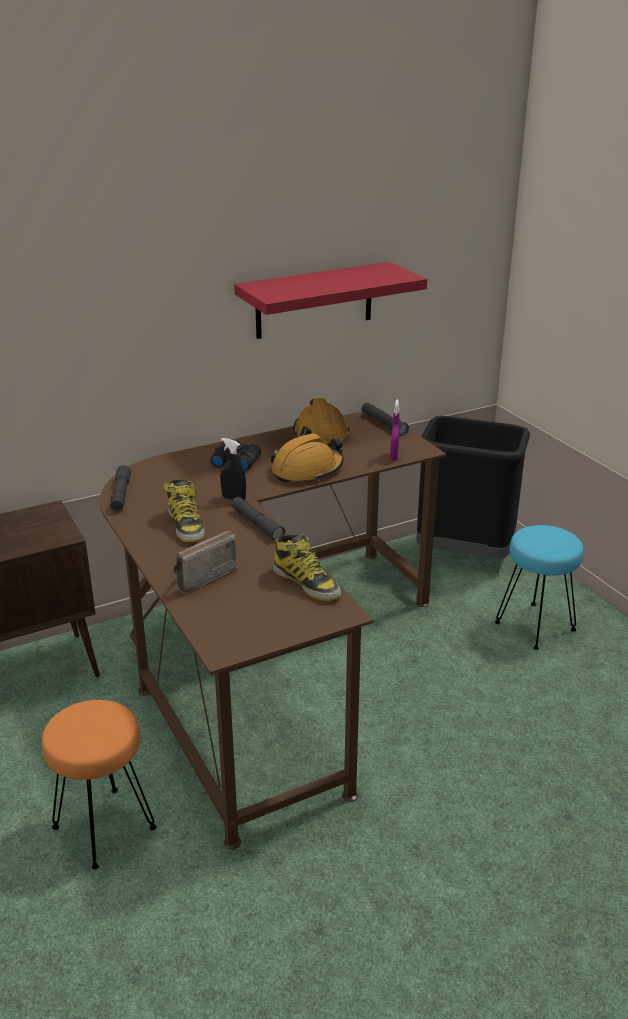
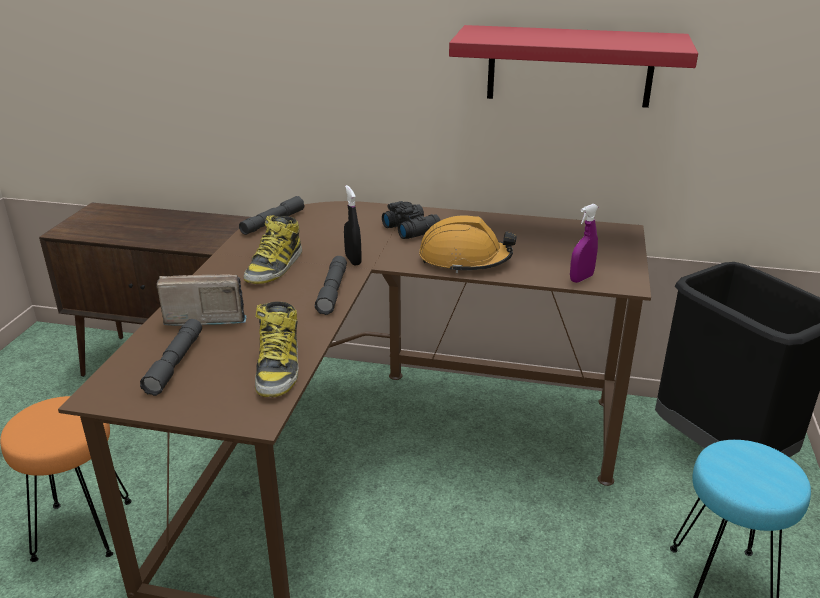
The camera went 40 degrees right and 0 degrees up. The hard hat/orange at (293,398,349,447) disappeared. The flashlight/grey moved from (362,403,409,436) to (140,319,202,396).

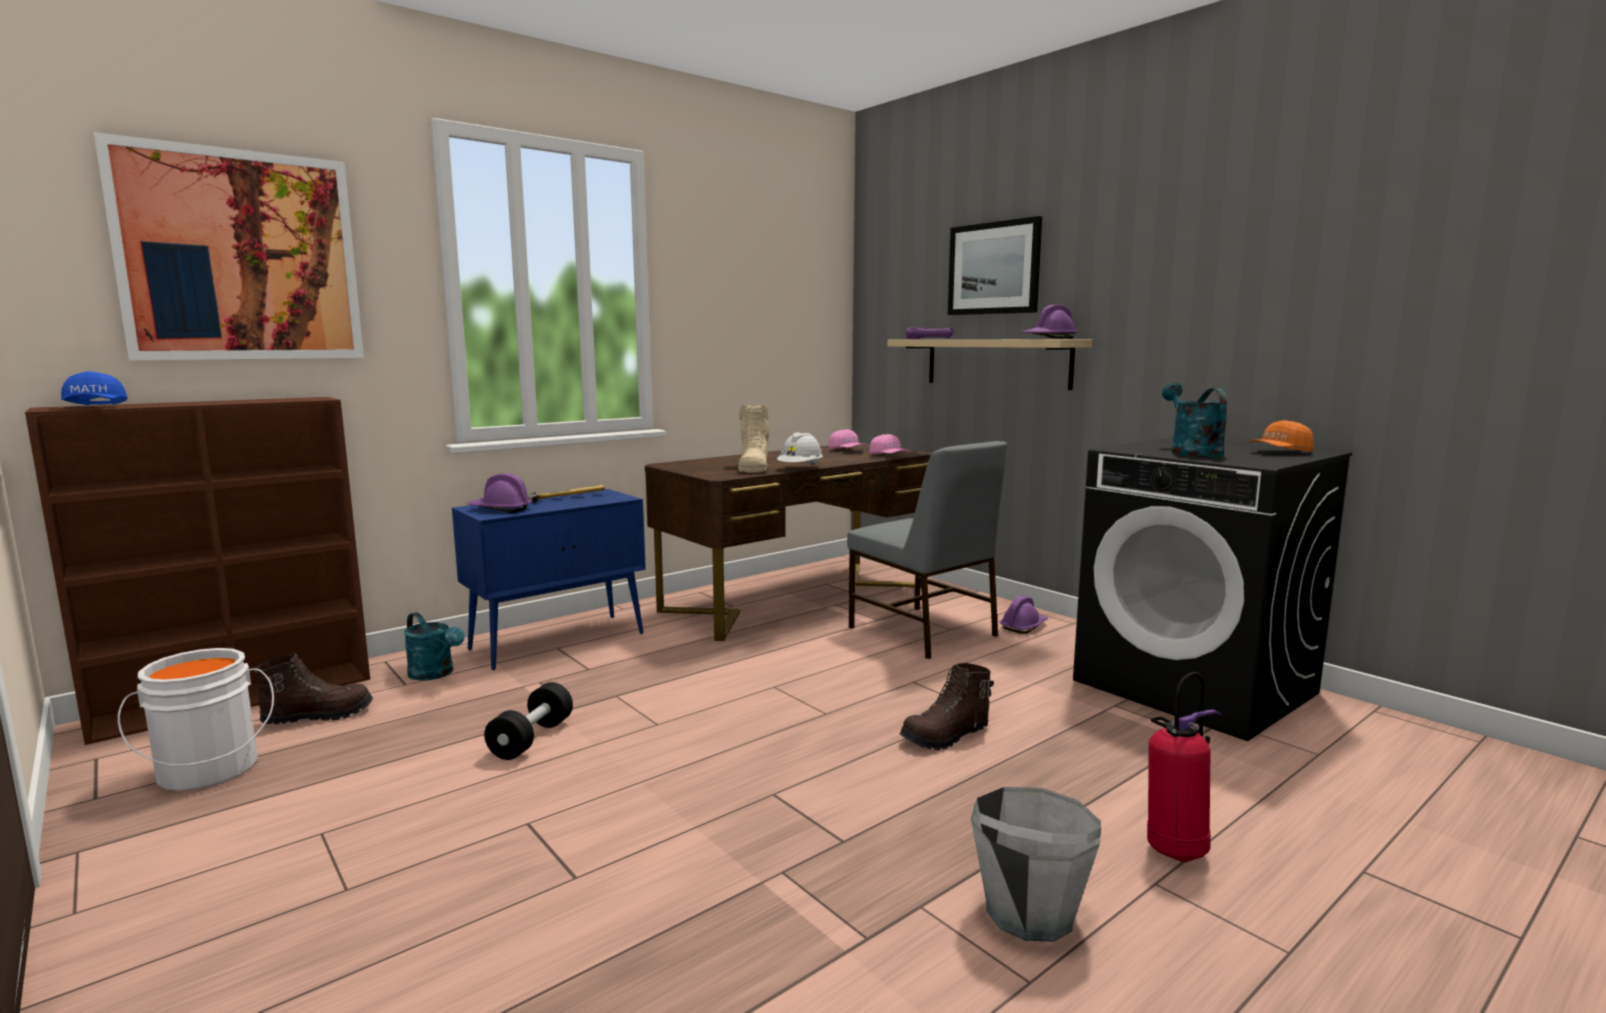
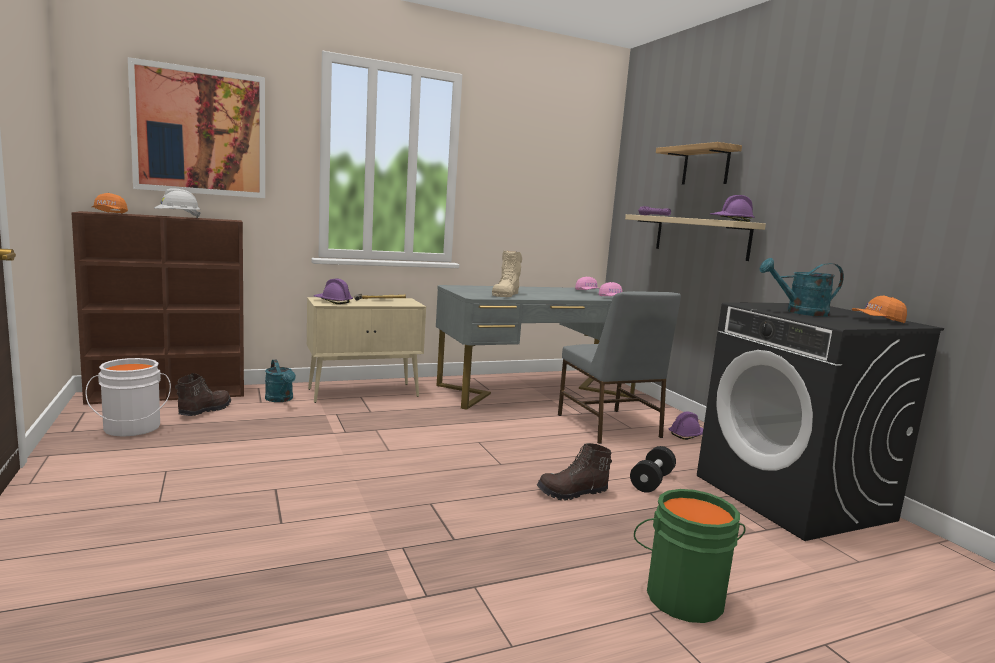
The camera went 15 degrees right and 0 degrees up. The cap/blue at (61,371,128,405) became the cap/orange at (92,193,128,213). The boot/brown at (255,653,373,724) turned 60 degrees counterclockwise. The cabinet/blue at (452,489,646,670) became the cabinet/beige at (307,297,426,403). The dumbbell/black moved from (484,682,573,760) to (630,446,676,493). The desk/brown at (645,443,932,641) became the desk/grey at (436,285,636,410). The hard hat/white moved from (777,432,823,466) to (154,188,201,218). The picture at (948,216,1042,315) was replaced by the shelf at (656,142,742,185). The bucket/grey at (971,787,1101,942) disappeared. The fire extinguisher at (1147,672,1221,862) was replaced by the bucket/green at (634,489,746,623). The watering can/turquoise at (1162,383,1228,457) turned 105 degrees counterclockwise.

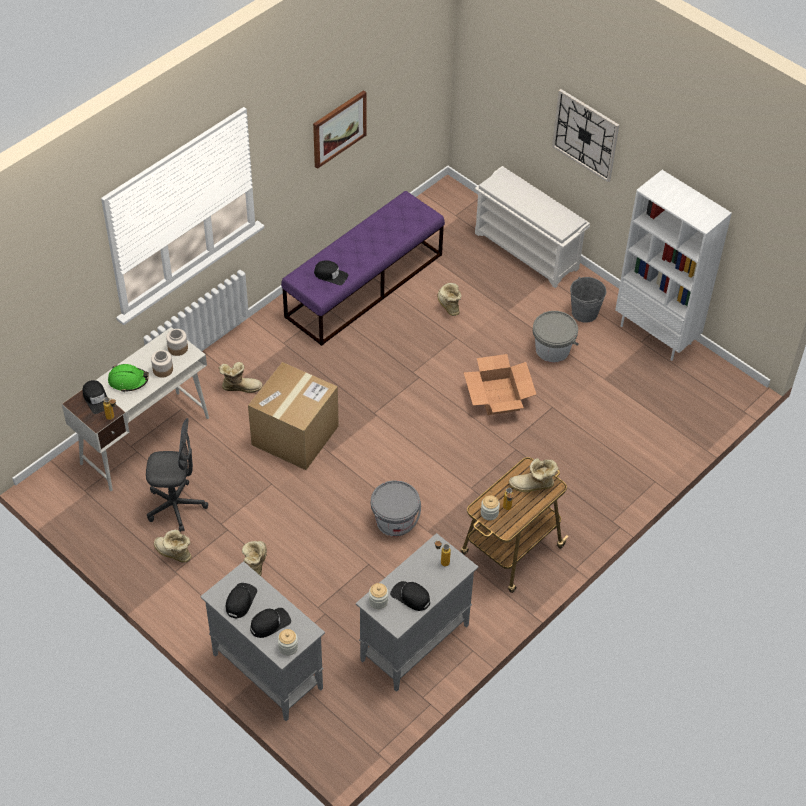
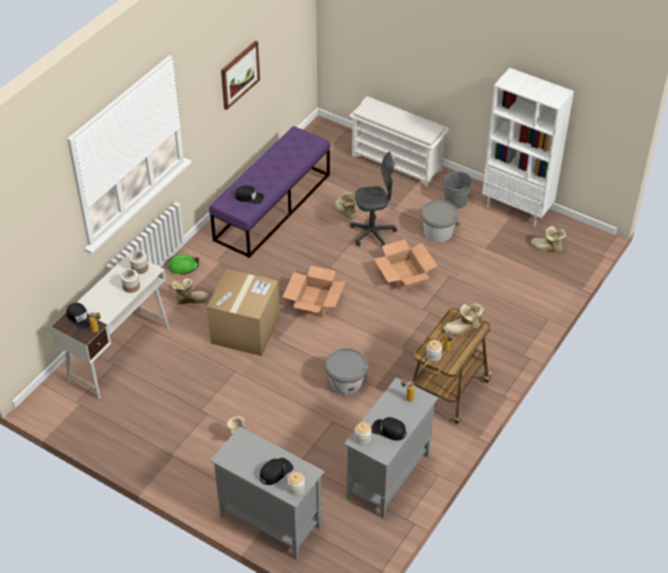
The camera went 10 degrees left and 5 degrees down. The hard hat/green moved from (108,364,149,392) to (168,254,199,275). The office chair/grey moved from (146,418,208,532) to (350,152,397,249). The boot moved from (154,529,192,562) to (531,226,566,252). The cap/black at (226,583,257,618) disappeared. The wall clock at (552,89,619,182) disappeared. The cardboard box at (283,266,346,317) appeared.

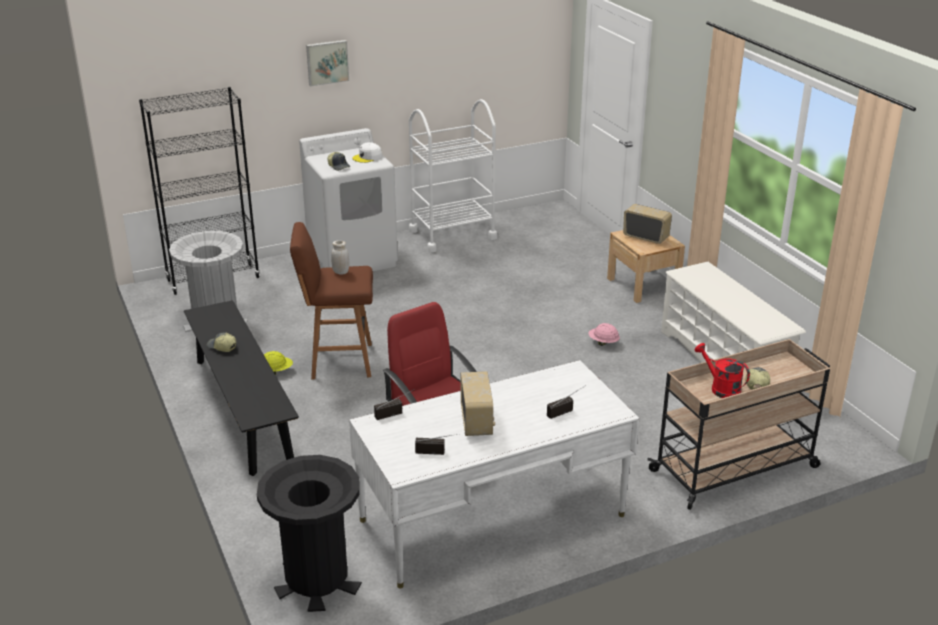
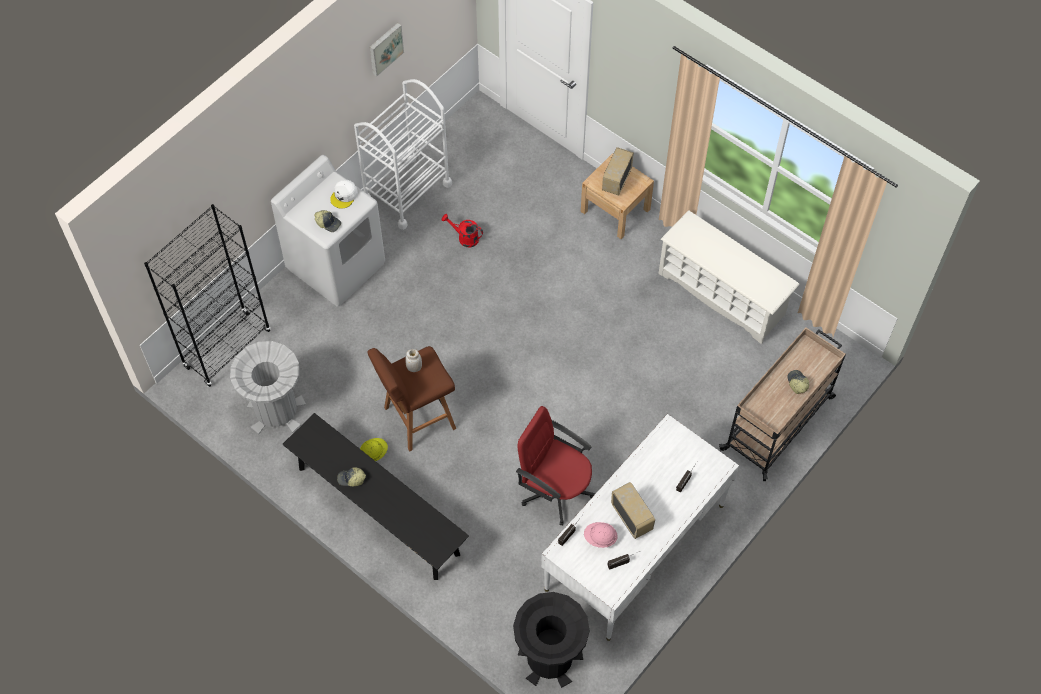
The camera went 25 degrees left and 30 degrees up. The picture moved from (306,40,349,86) to (370,23,404,77). The hard hat/pink moved from (588,323,620,346) to (584,522,618,548). The radio at (623,204,672,244) turned 75 degrees counterclockwise. The watering can/red moved from (695,343,750,398) to (442,214,483,247).

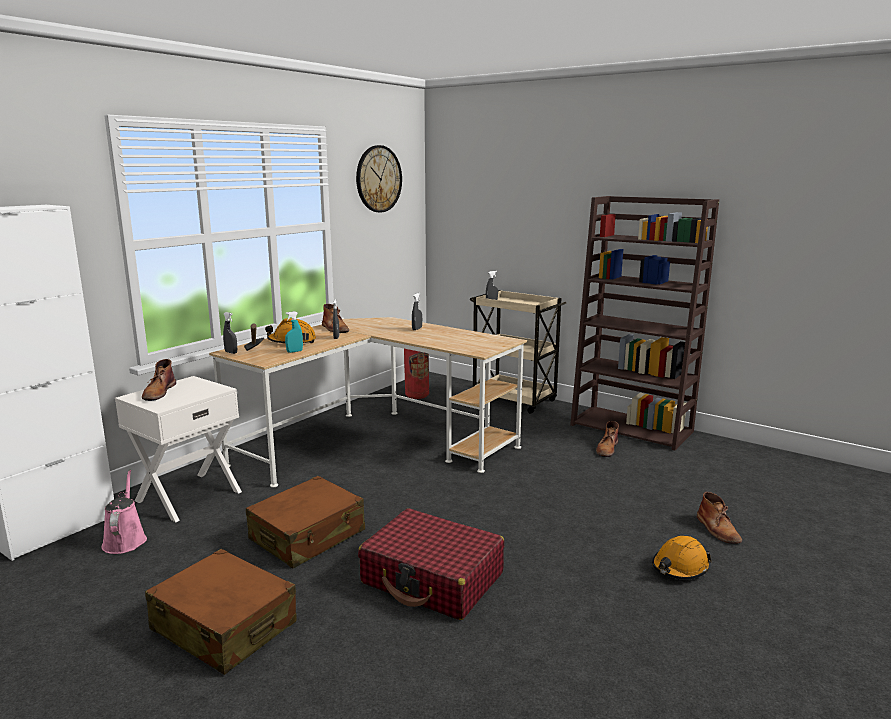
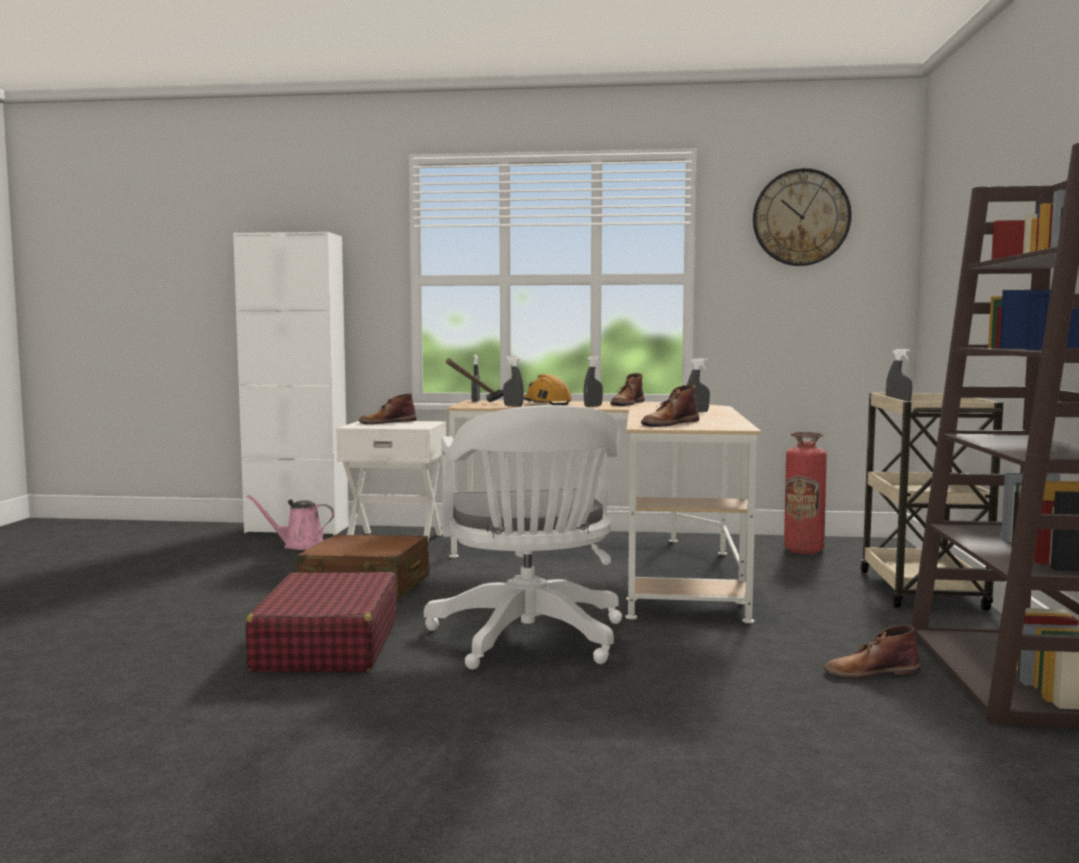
The camera went 60 degrees right and 10 degrees down. The watering can/pink at (102,470,147,554) turned 135 degrees counterclockwise. The suitcase/brown at (145,549,296,675) disappeared. The spray bottle/turquoise at (285,311,303,353) became the spray bottle/grey at (503,356,524,407). The hard hat/orange at (652,536,711,579) disappeared. The boot/brown moved from (697,492,742,544) to (641,385,699,427). The office chair/white at (424,405,622,670) appeared.

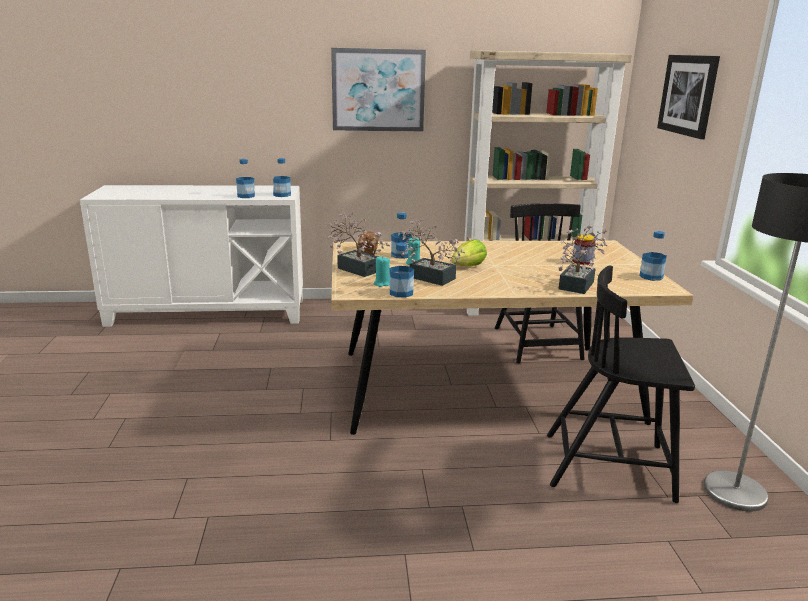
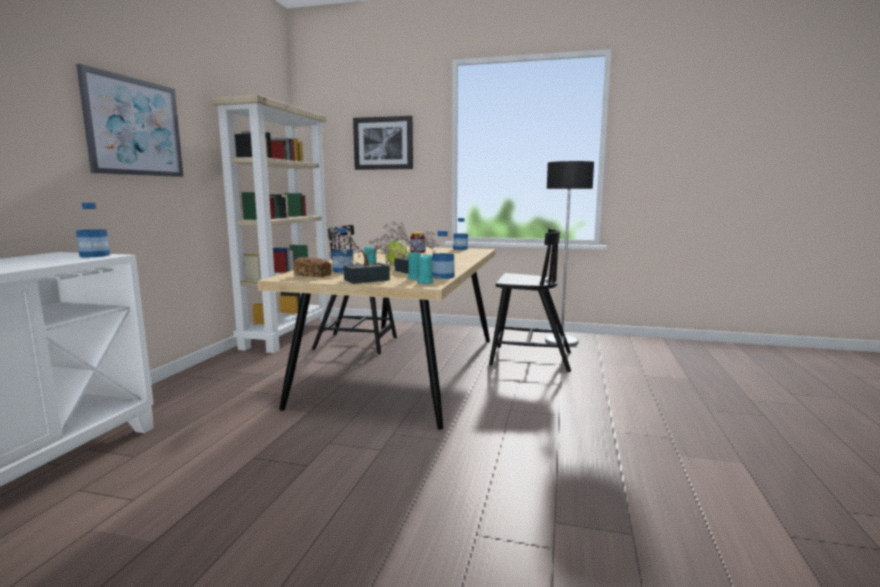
The camera went 70 degrees left and 10 degrees down. The bottle at (236,159,255,198) disappeared. The chair/black at (547,265,695,503) turned 105 degrees counterclockwise. The potted plant at (559,225,607,294) disappeared. The candle/turquoise at (417,253,434,284) appeared.

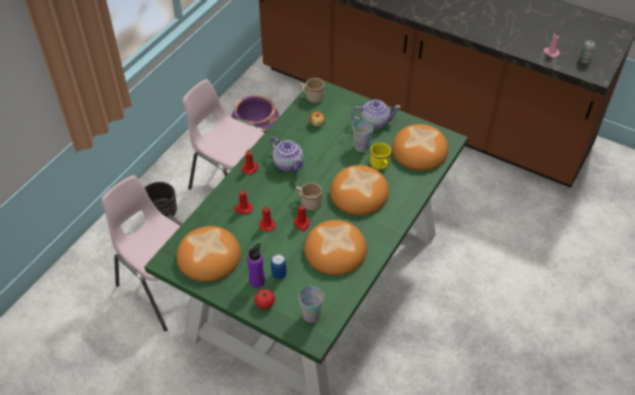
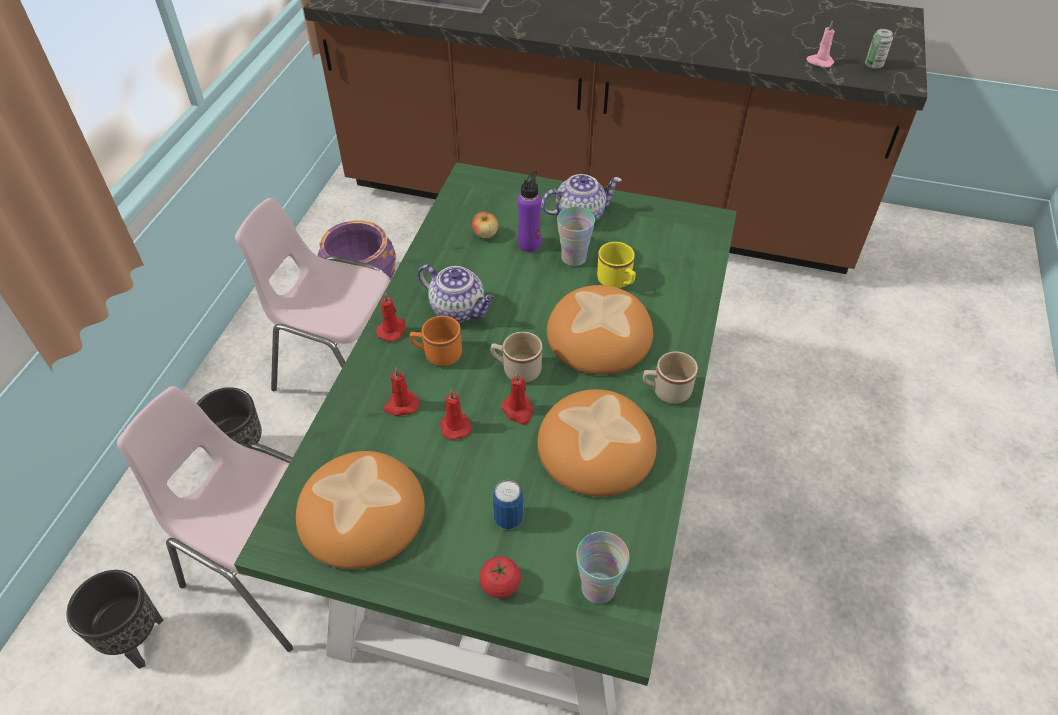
The camera went 15 degrees left and 0 degrees up. The bottle/purple moved from (247,243,265,288) to (518,171,541,252). The mug/beige moved from (300,78,324,103) to (643,351,698,404). The bread at (392,124,448,171) disappeared. The planter/black at (66,570,164,669) appeared. The mug/orange at (410,316,462,366) appeared.

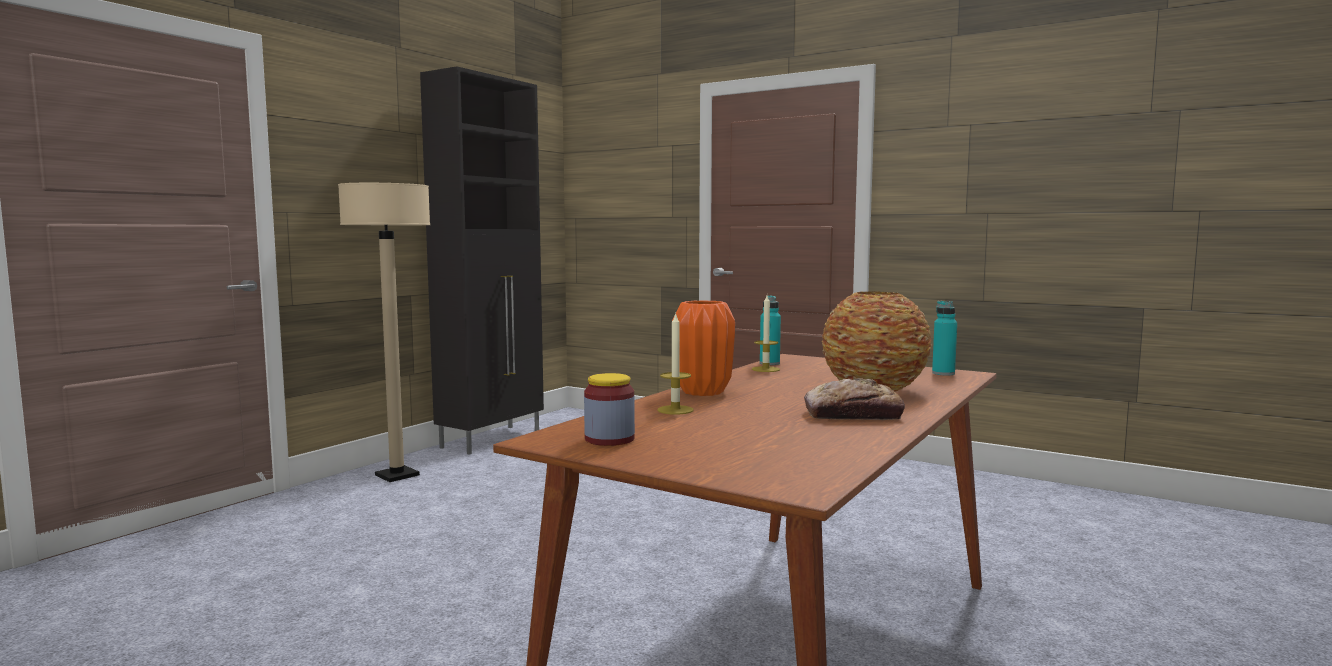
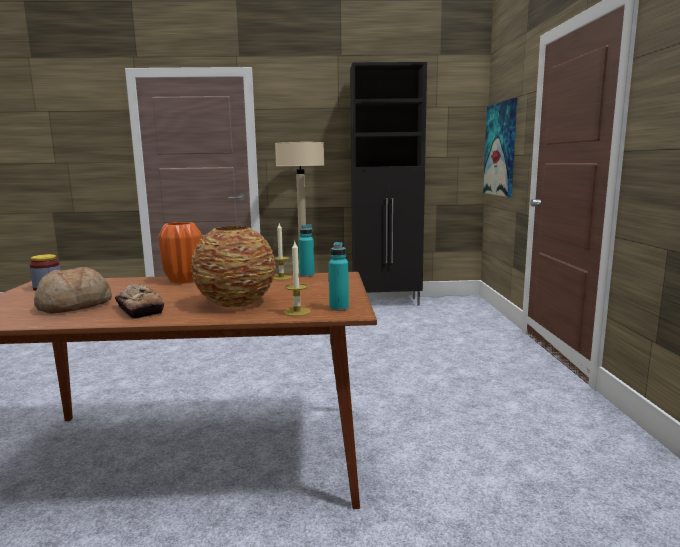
The camera went 55 degrees right and 5 degrees up. The candle moved from (657,313,694,415) to (284,242,311,316). The bread at (34,267,112,314) appeared. The picture at (483,98,517,197) appeared.

